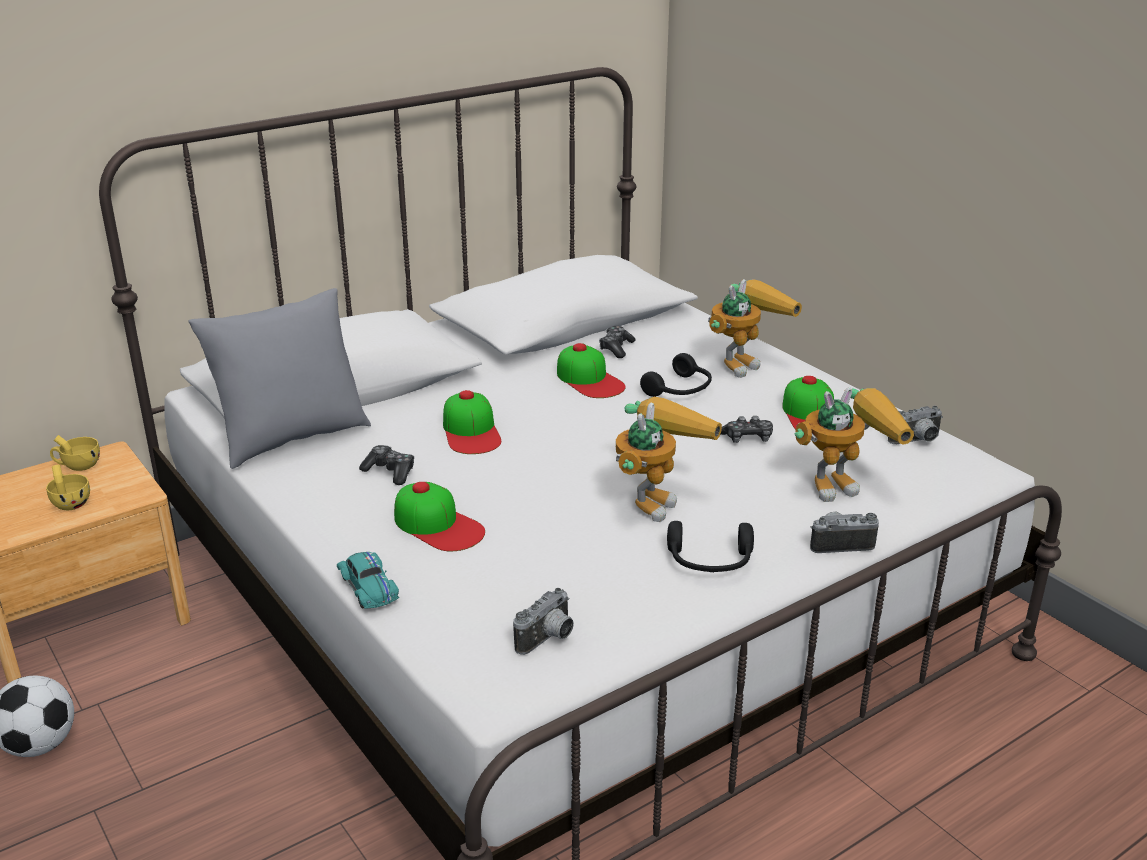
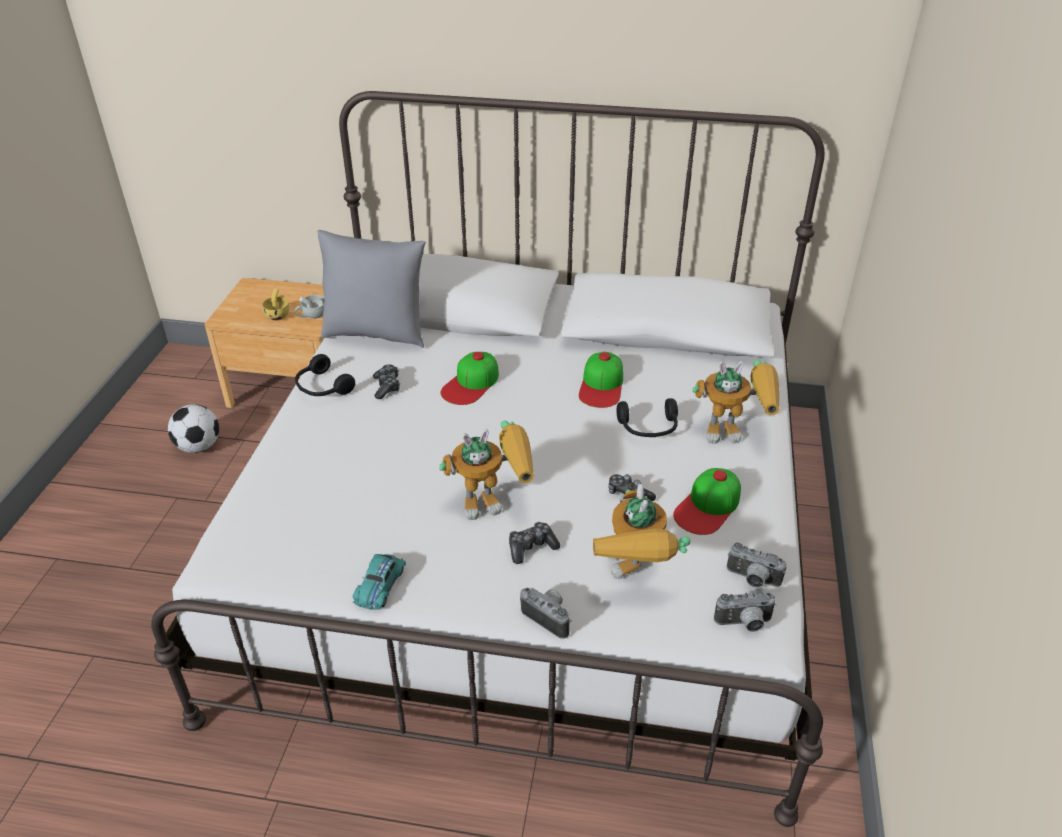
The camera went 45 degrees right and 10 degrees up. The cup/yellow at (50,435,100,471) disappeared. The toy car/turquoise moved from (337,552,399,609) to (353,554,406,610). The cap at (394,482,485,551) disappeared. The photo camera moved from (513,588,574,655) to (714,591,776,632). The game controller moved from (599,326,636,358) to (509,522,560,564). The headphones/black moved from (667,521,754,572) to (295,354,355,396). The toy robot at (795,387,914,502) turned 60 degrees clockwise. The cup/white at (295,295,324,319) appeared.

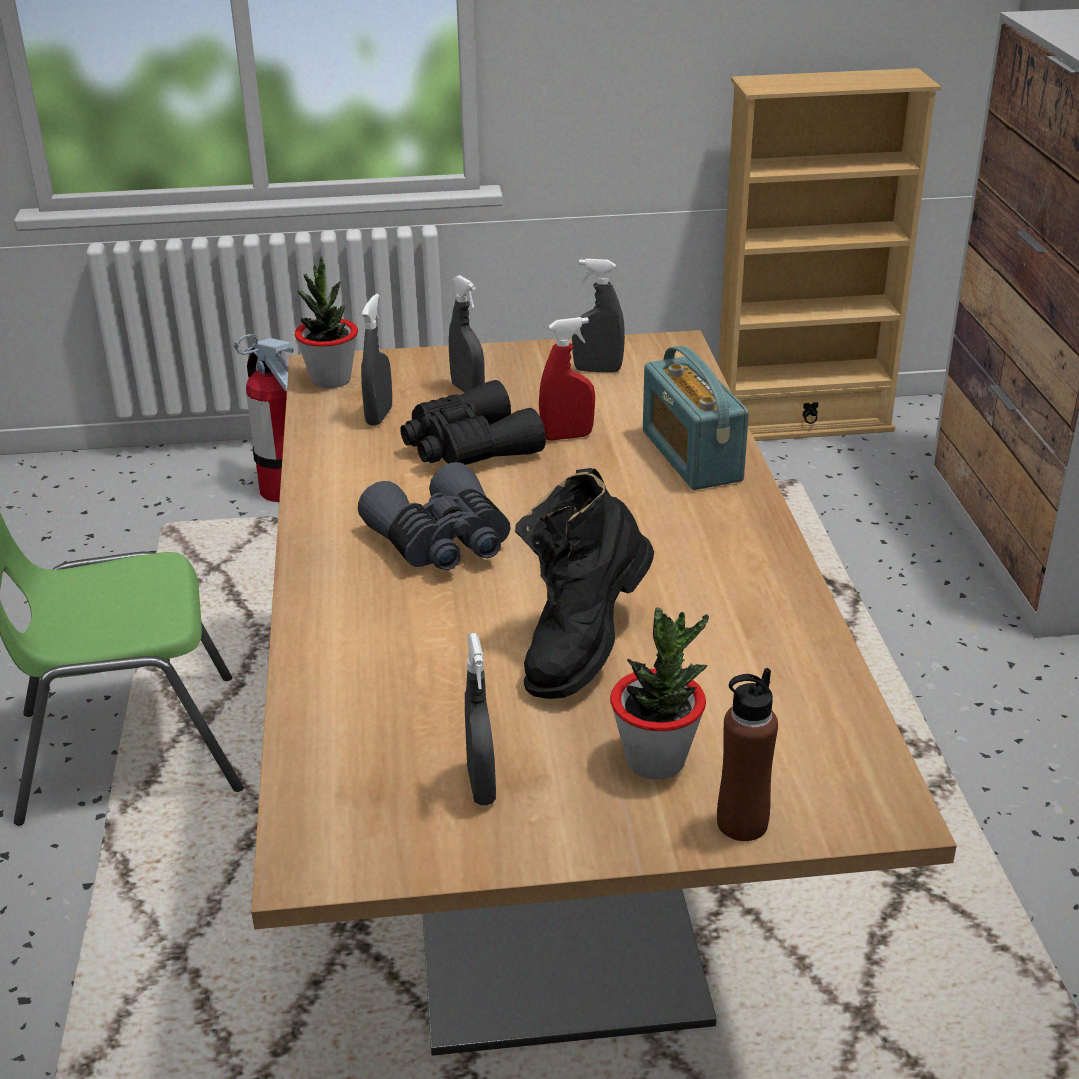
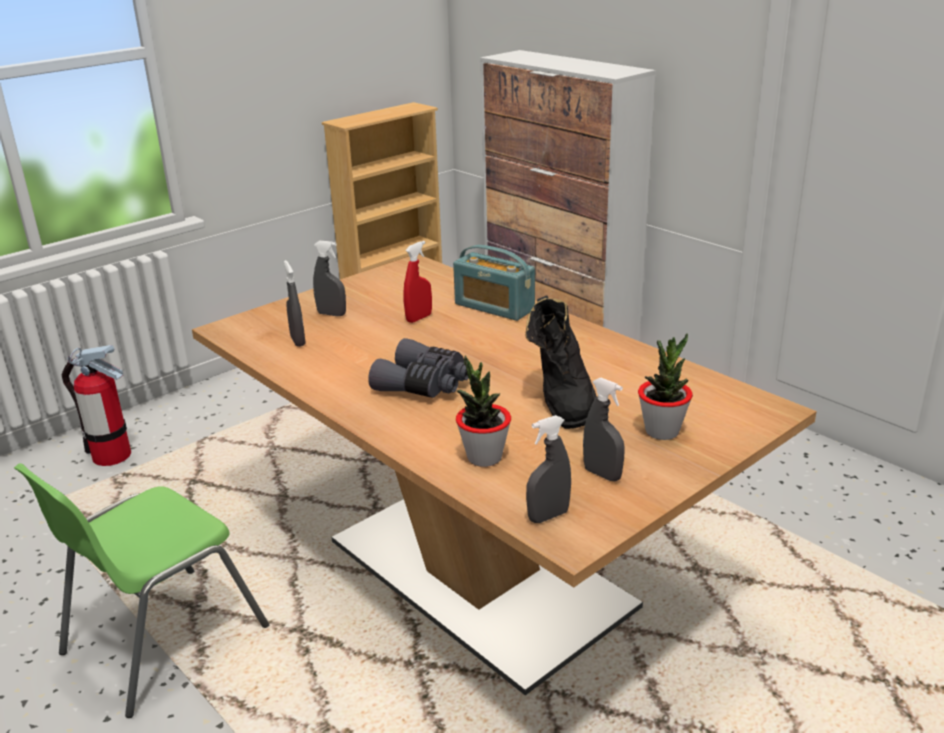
The camera went 35 degrees left and 5 degrees down. The potted plant moved from (295,256,358,388) to (456,356,511,467). The binoculars/black at (401,380,546,465) disappeared. The spray bottle/grey moved from (572,259,625,372) to (526,415,571,523). The bottle/brown at (717,668,778,841) disappeared.

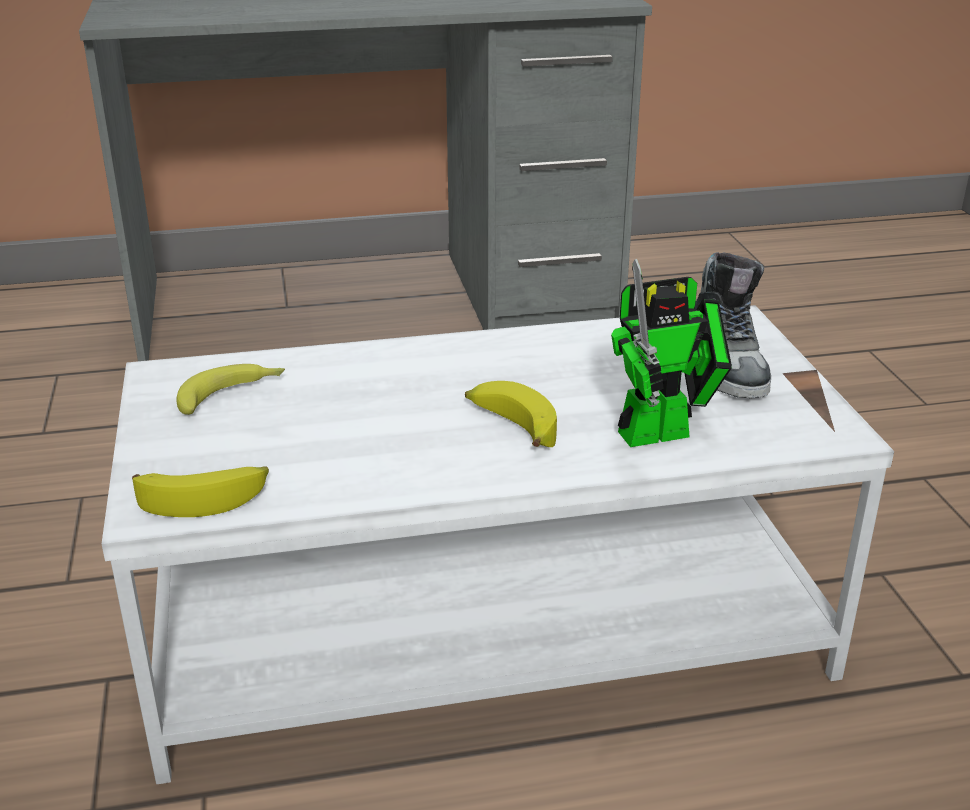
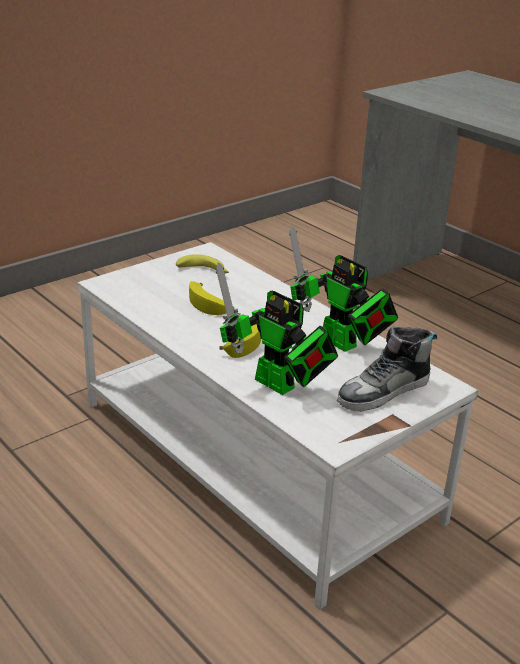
The camera went 60 degrees right and 0 degrees up. The banana moved from (132,466,269,517) to (189,281,234,315). The toy robot at (290,226,398,352) appeared.

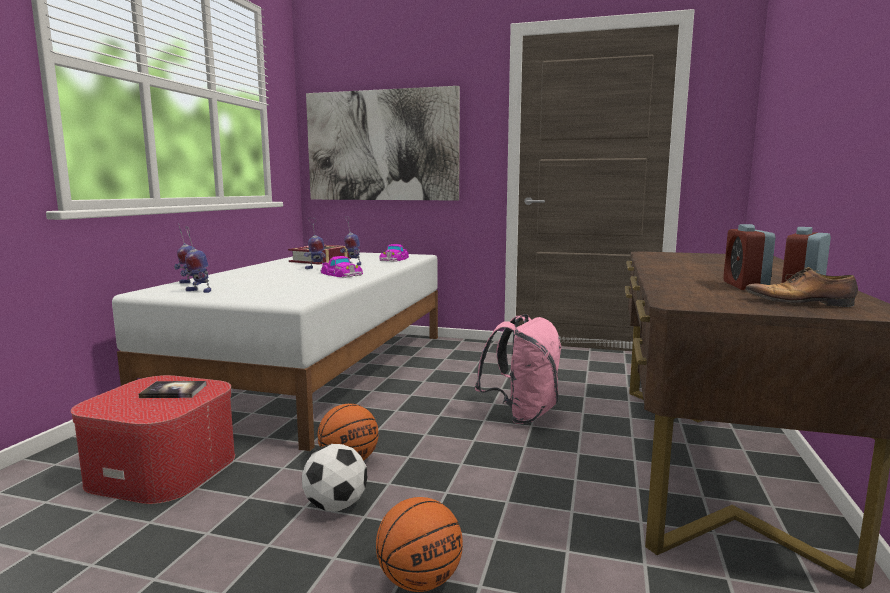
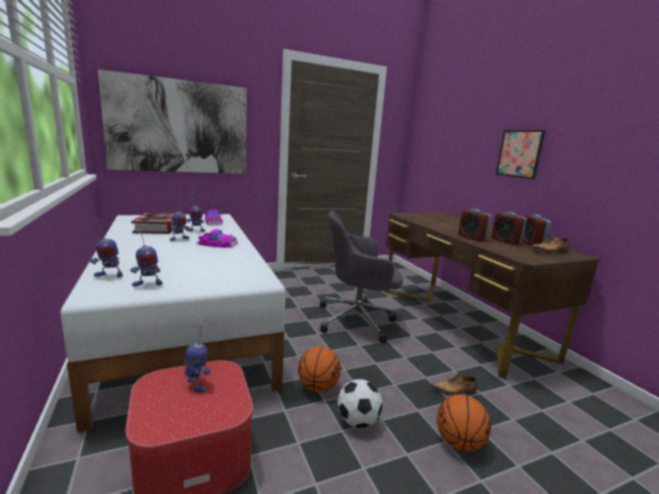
The camera went 40 degrees left and 5 degrees up. The book at (139,381,207,398) was replaced by the toy robot at (184,320,211,393). The backpack/pink at (475,314,562,424) was replaced by the office chair/grey at (320,211,403,343). The shoe at (431,374,478,396) appeared. The alarm clock at (458,209,492,241) appeared. The picture at (496,130,546,179) appeared.

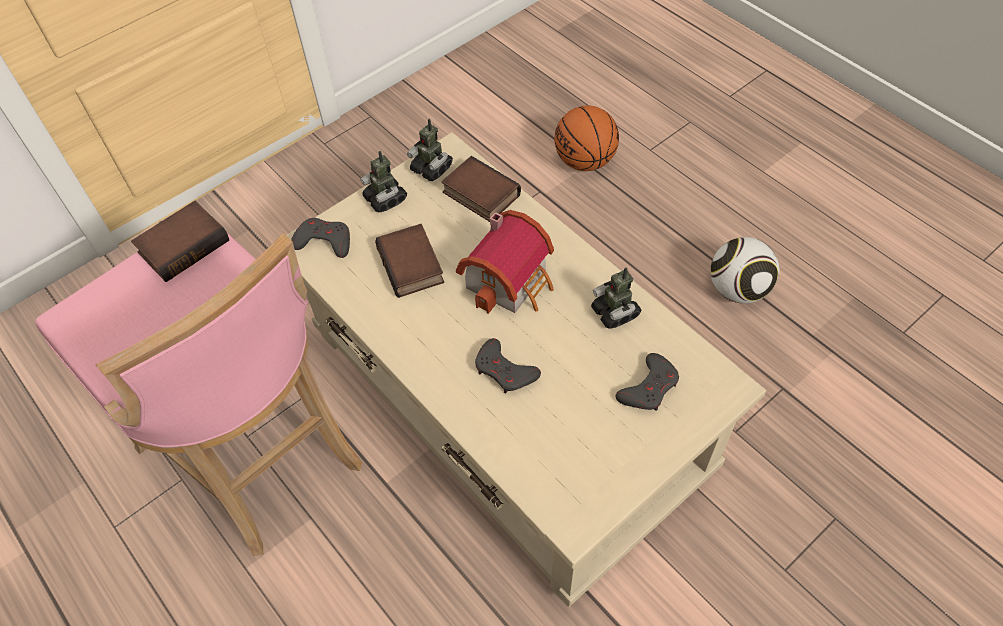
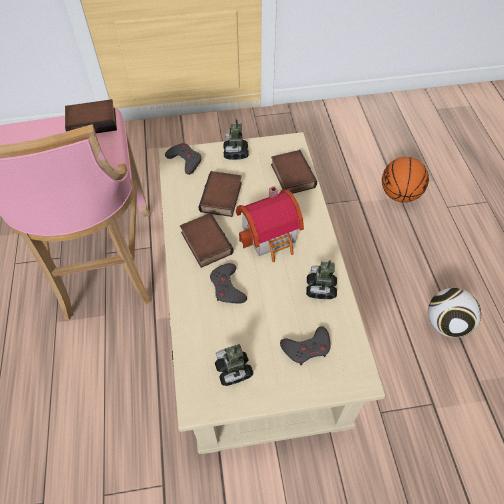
The camera went 30 degrees right and 0 degrees up. The toy robot moved from (407,119,453,181) to (215,344,253,386). The book at (180,213,234,268) appeared.

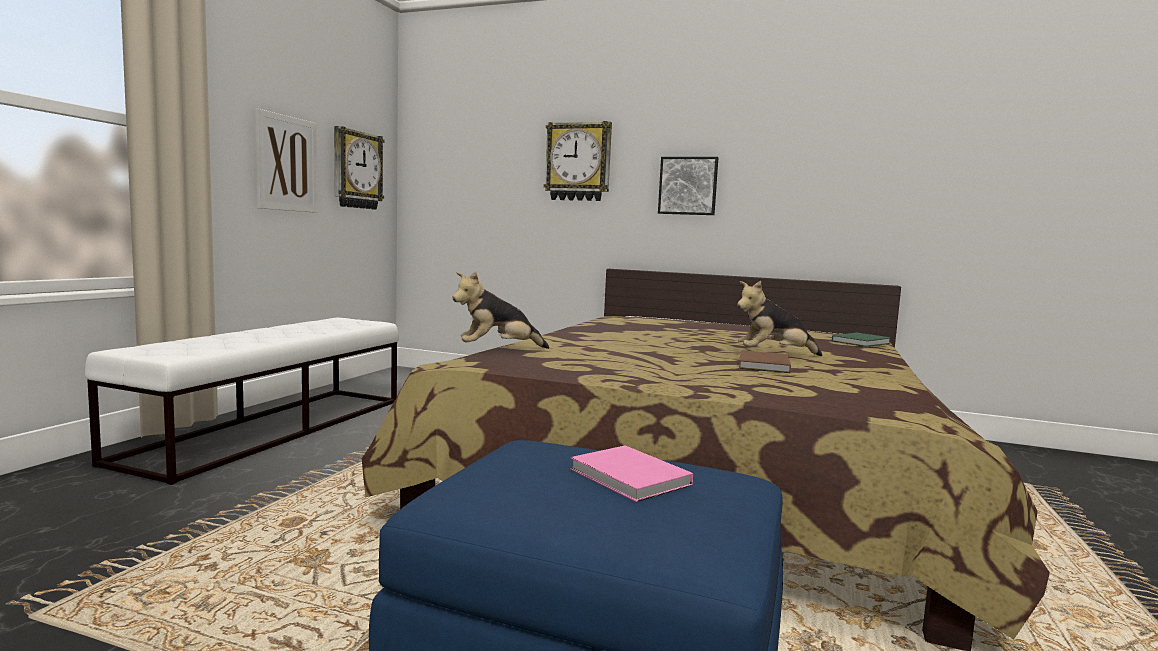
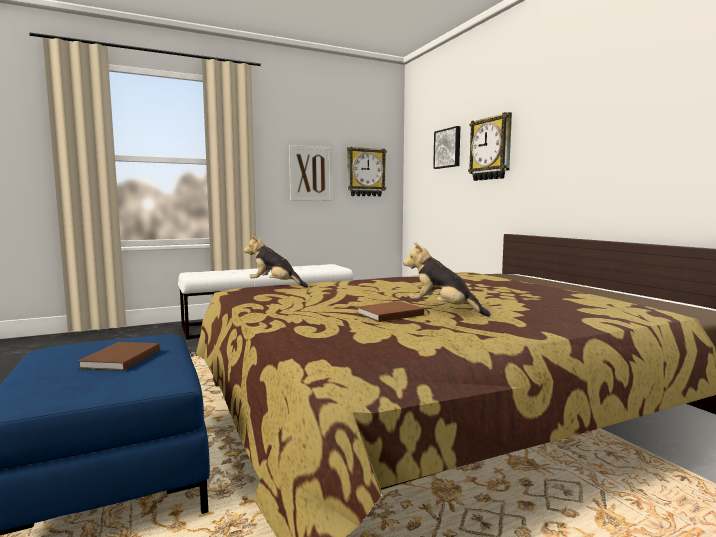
The camera went 45 degrees right and 0 degrees up. The book/pink at (570,445,693,502) became the book/brown at (78,342,160,371). The picture moved from (658,157,718,215) to (433,126,460,169). The book/green at (832,333,891,347) disappeared.

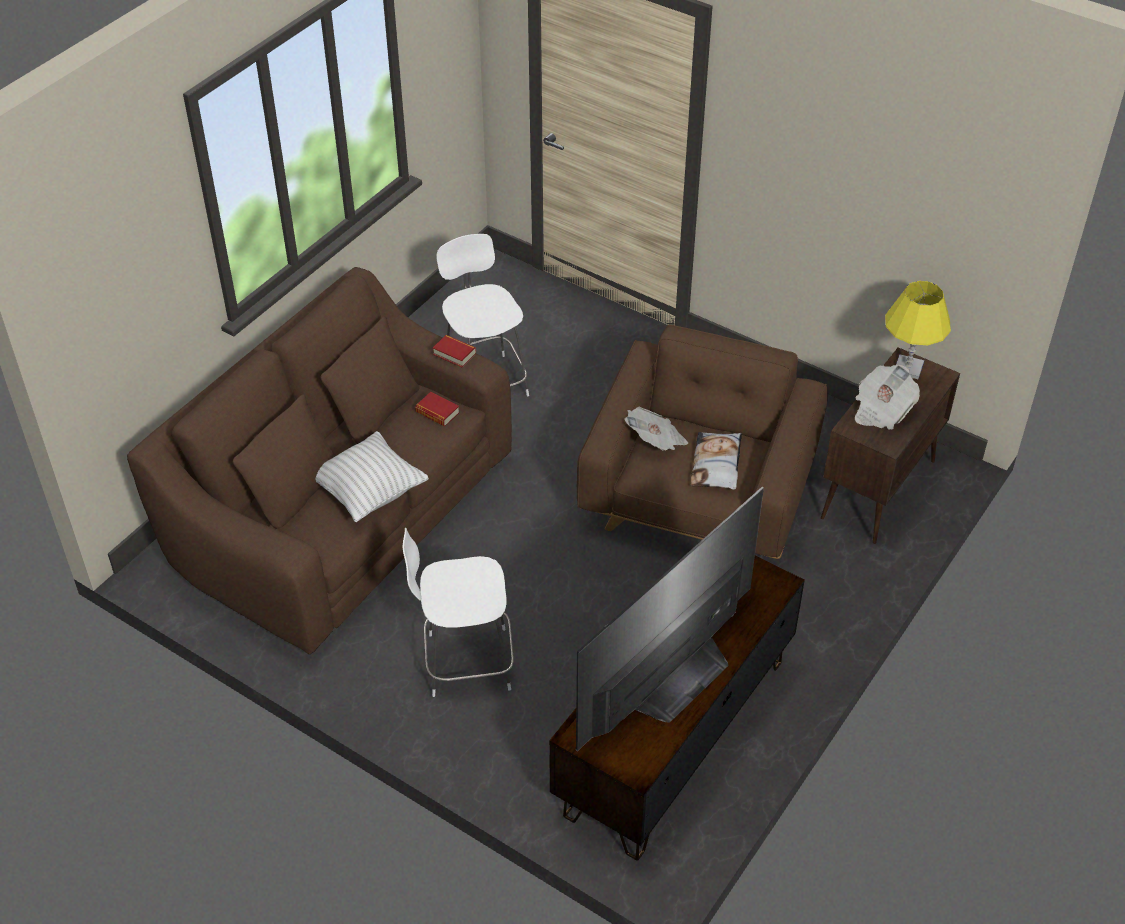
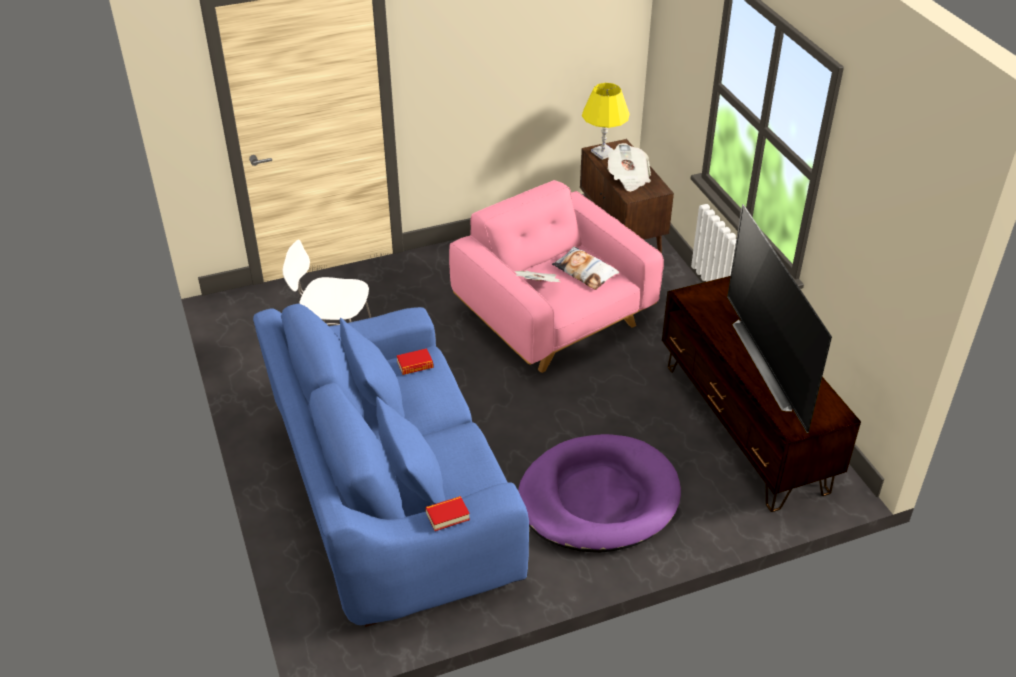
The camera went 55 degrees left and 5 degrees down. The sofa/brown at (127,267,512,654) became the sofa/blue at (253,304,529,627). The pillow/white at (316,431,429,522) disappeared. The stool/white at (402,528,514,697) was replaced by the dog bed/purple at (518,434,681,553). The book moved from (433,335,476,367) to (425,496,470,531). The armchair/brown at (577,325,828,559) became the armchair/pink at (449,180,664,373).

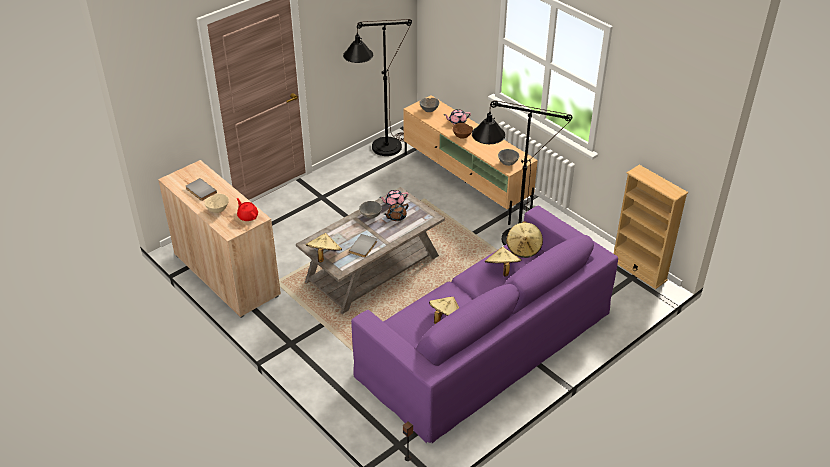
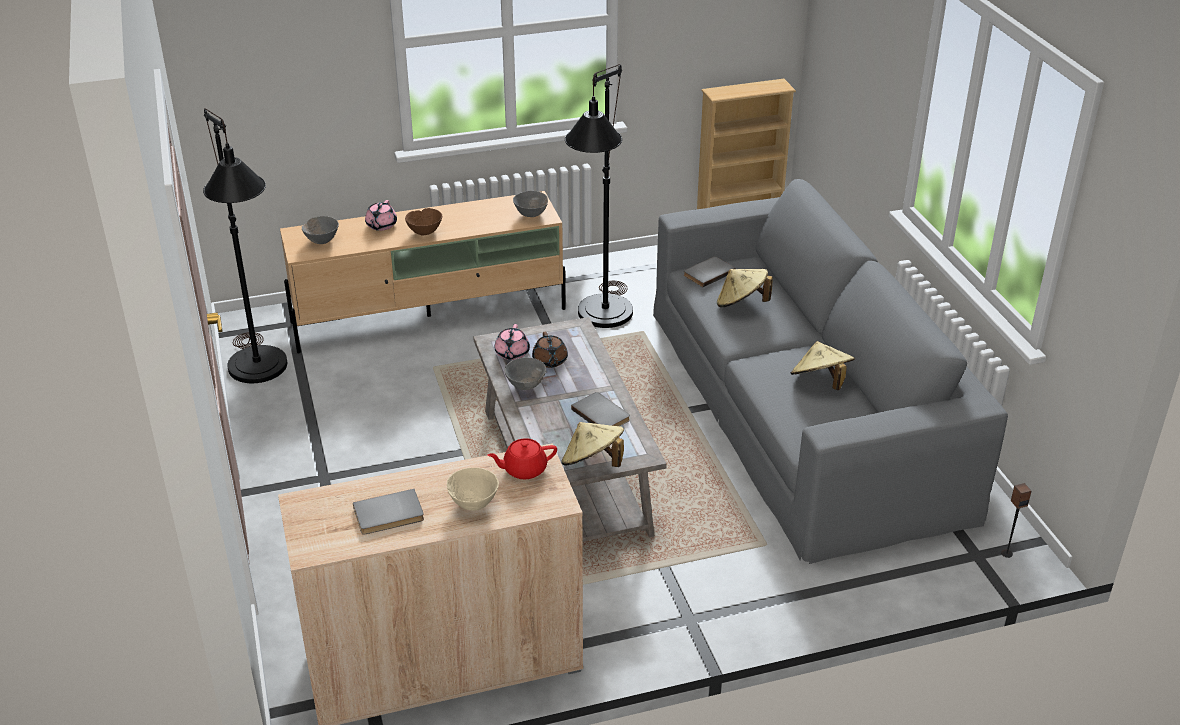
The camera went 65 degrees left and 5 degrees down. The sofa/purple at (351,206,618,444) became the sofa/grey at (653,179,1008,564). The hat/beige at (506,221,543,258) was replaced by the book/grey at (684,256,735,287).

